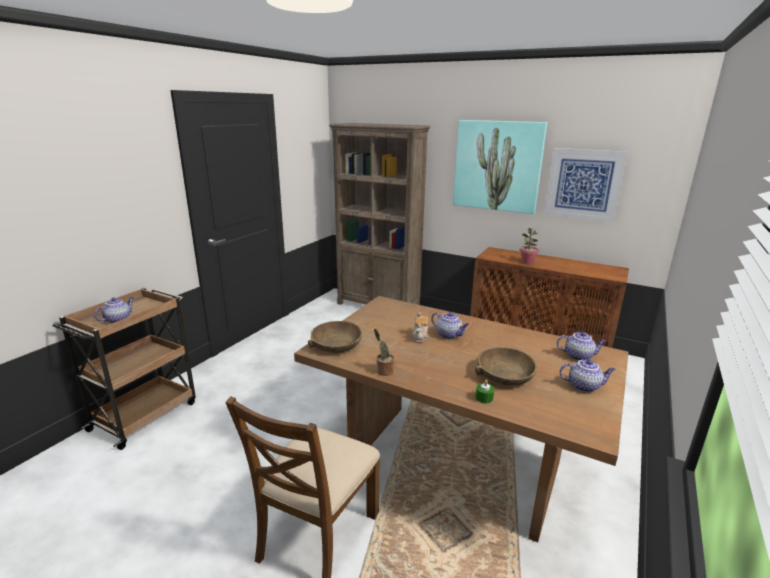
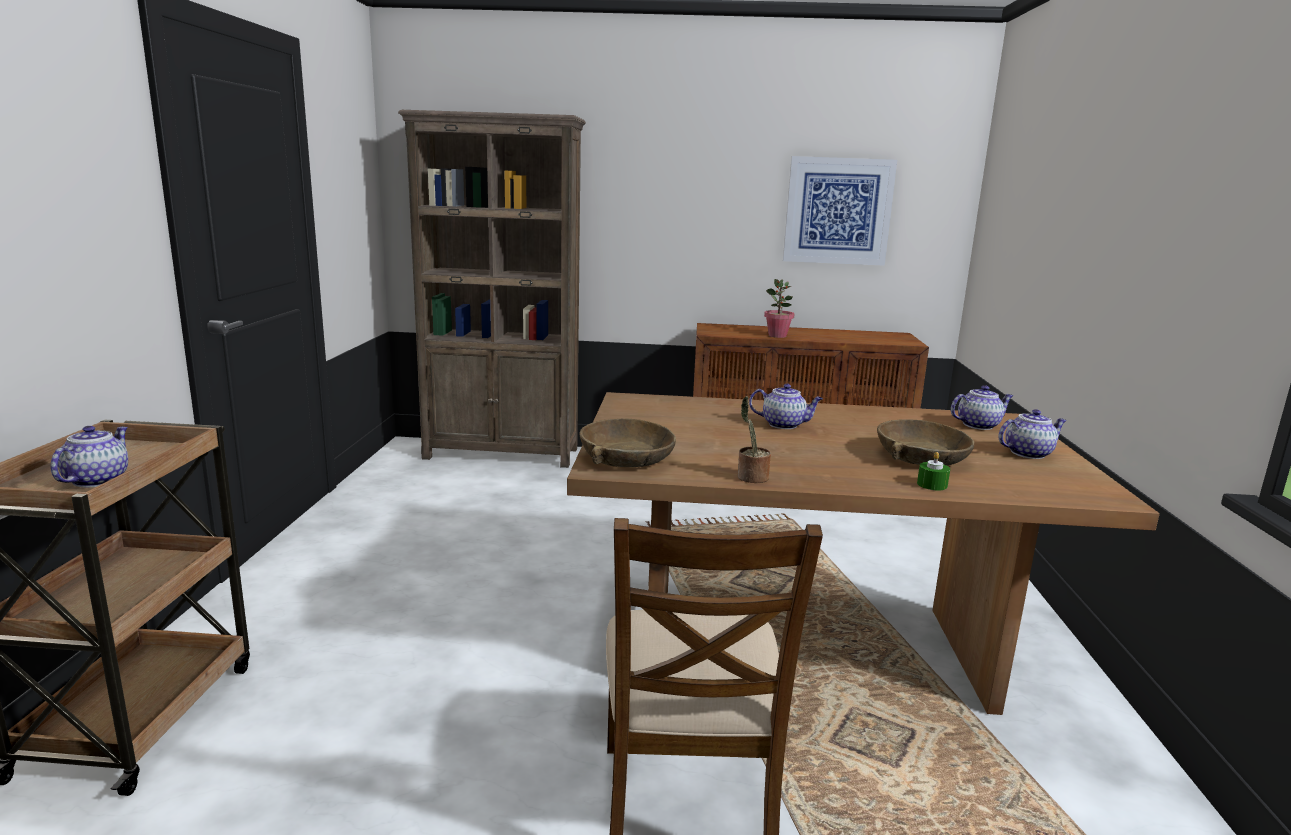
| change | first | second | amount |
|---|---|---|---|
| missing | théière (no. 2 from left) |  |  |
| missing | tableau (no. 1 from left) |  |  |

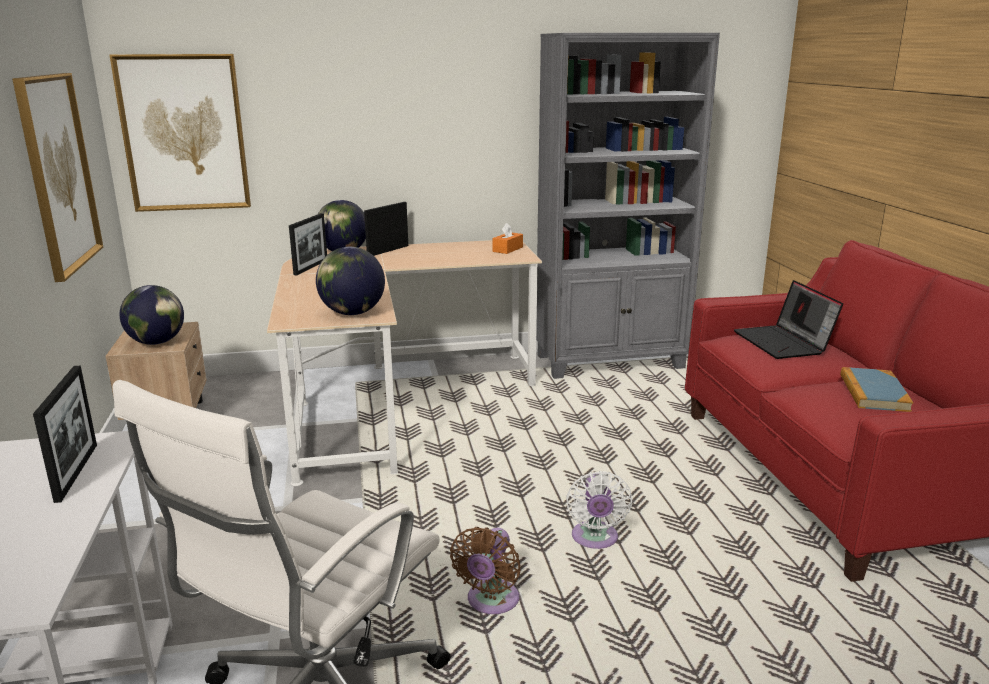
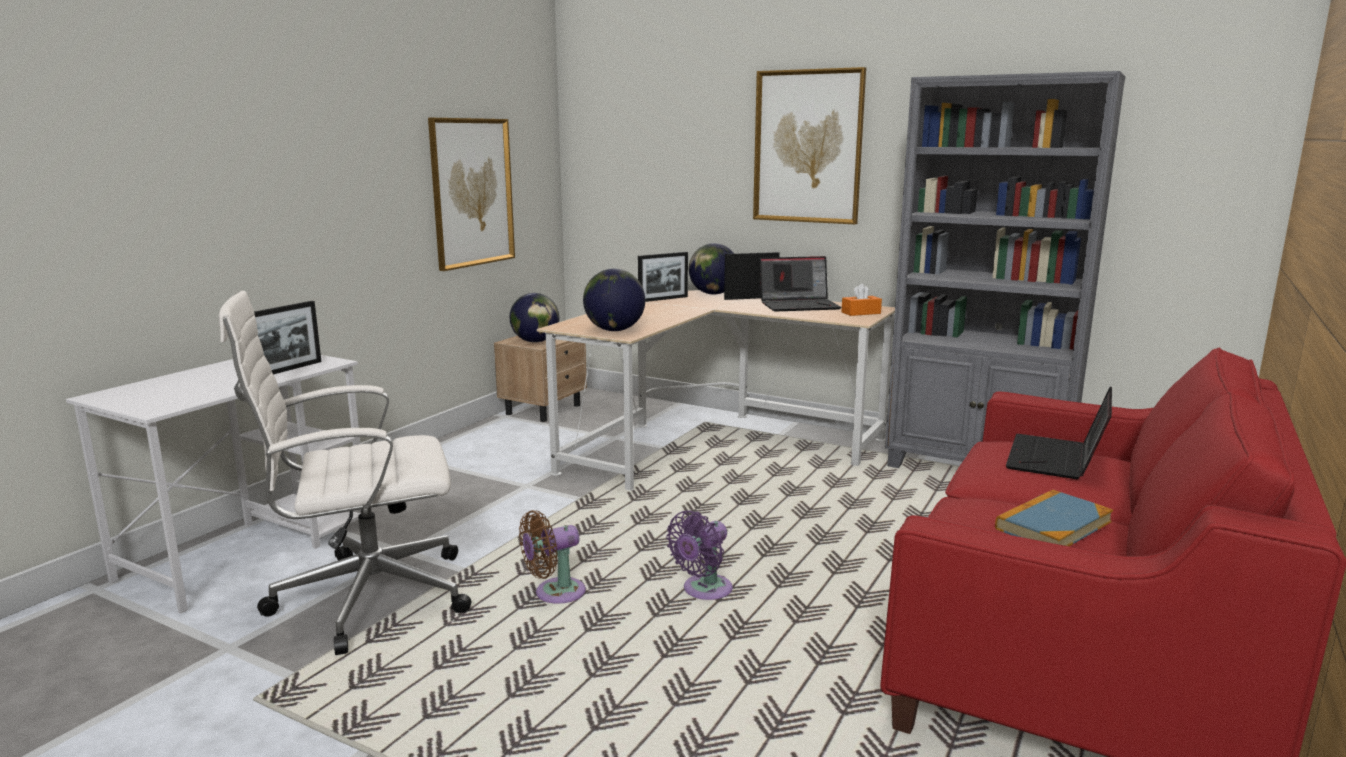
| change | first | second | amount |
|---|---|---|---|
| relocated | tableau (no. 2 from left) |  |  |
| colour | ventilateur (blanc) | ventilateur (violet) |  |
| appeared |  | ordinateur portable (no. 1 from left) |  |

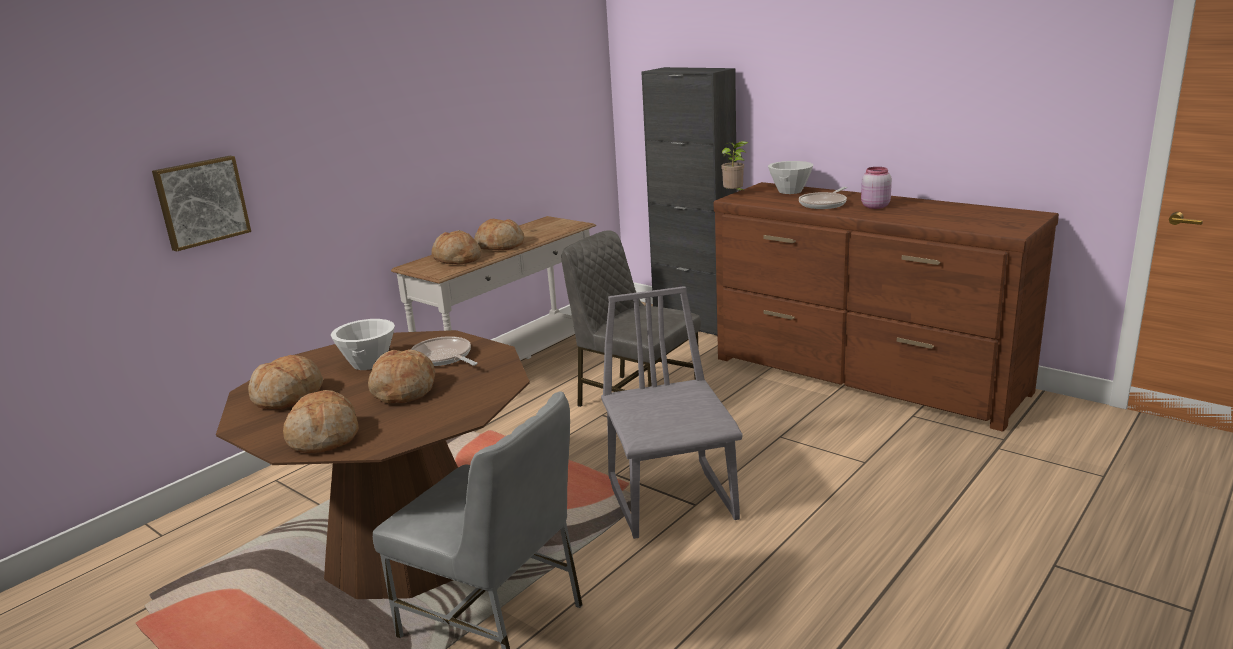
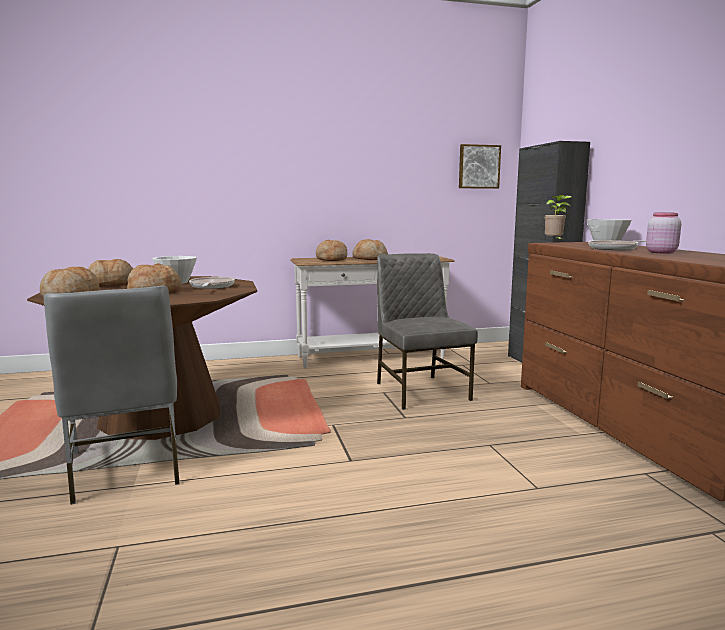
| change | first | second | amount |
|---|---|---|---|
| relocated | tableau |  |  |
| missing | chaise (gris) (no. 3 from left) |  |  |

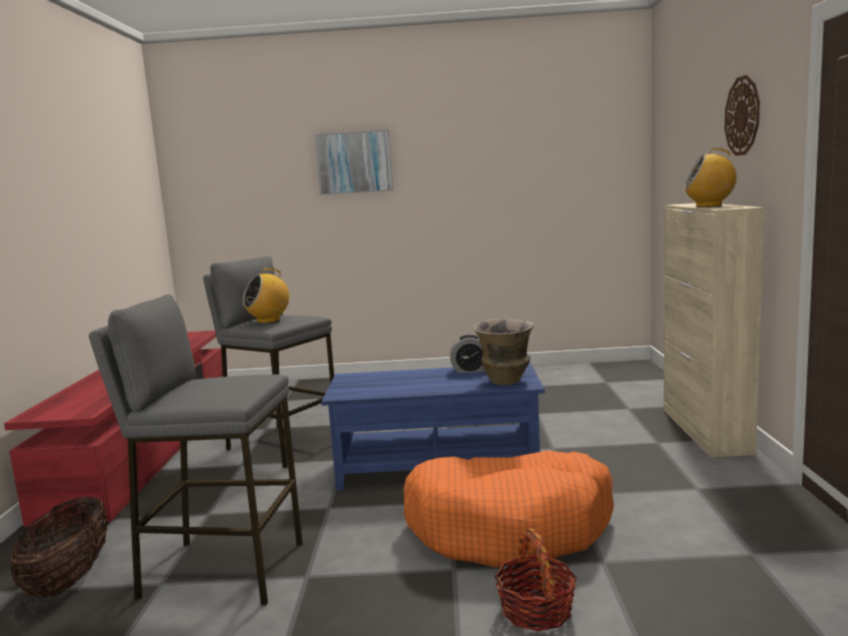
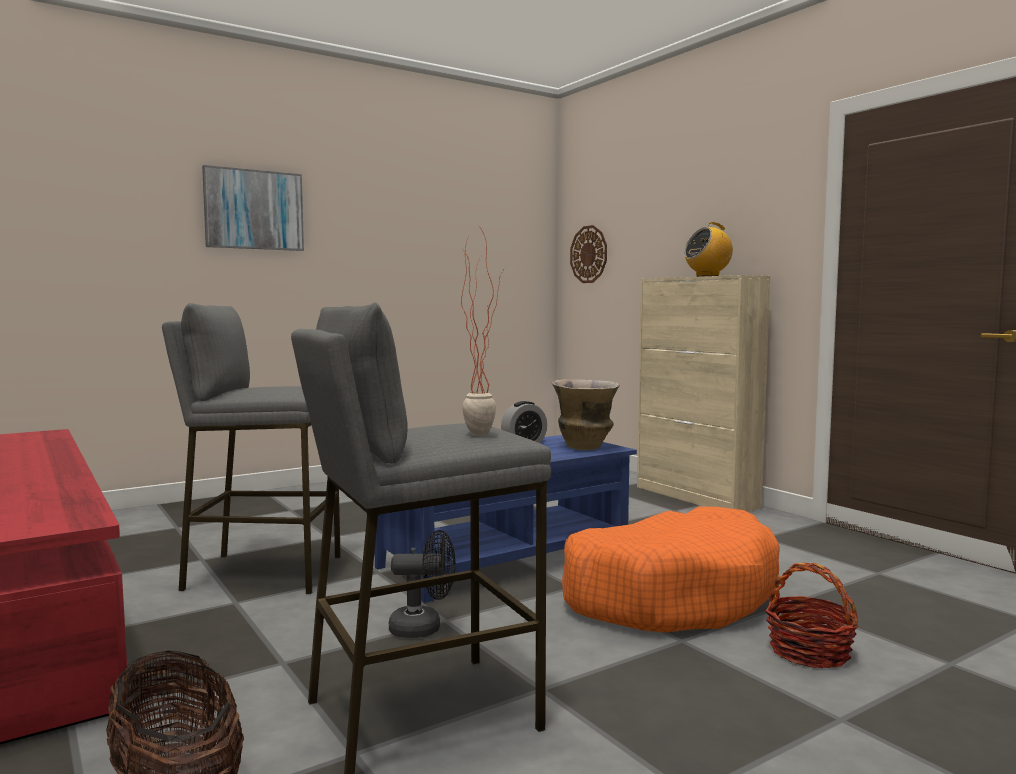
| change | first | second | amount |
|---|---|---|---|
| missing | radio (no. 1 from left) |  |  |
| relocated | horloge murale |  |  |
| appeared |  | ventilateur (noir) |  |
| appeared |  | plante en pot |  |

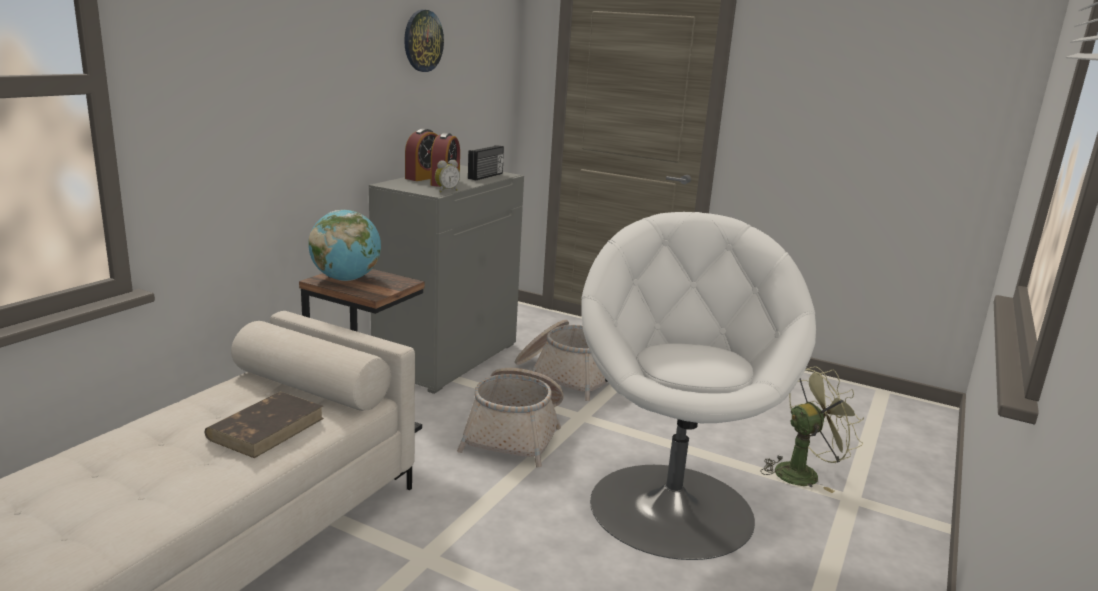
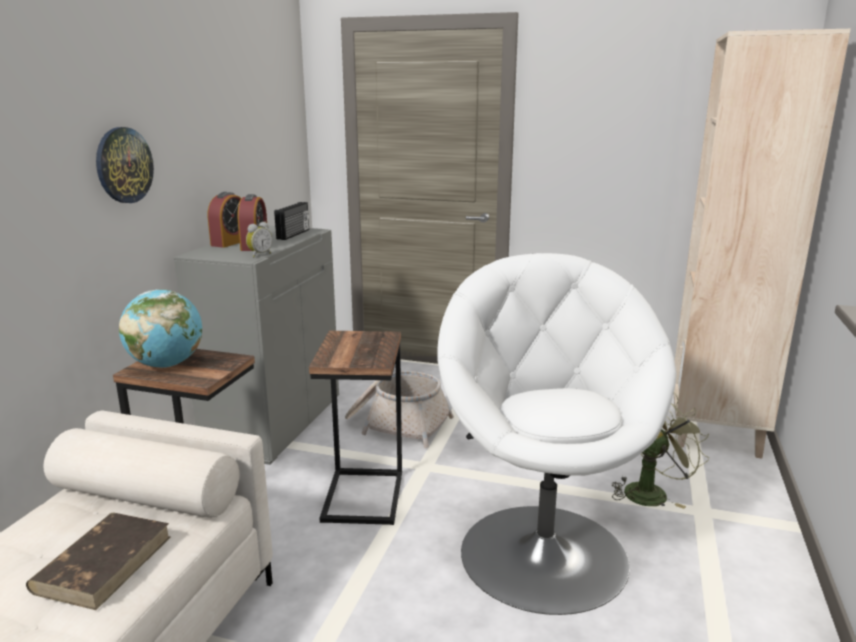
| change | first | second | amount |
|---|---|---|---|
| relocated | horloge murale |  |  |
| exchanged | panier (no. 1 from left) | table d'appoint (no. 2 from left) |  |
| appeared |  | bibliothèque (beige) |  |

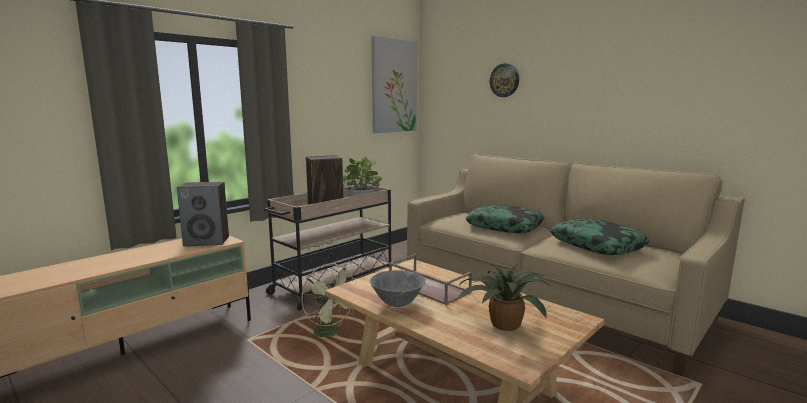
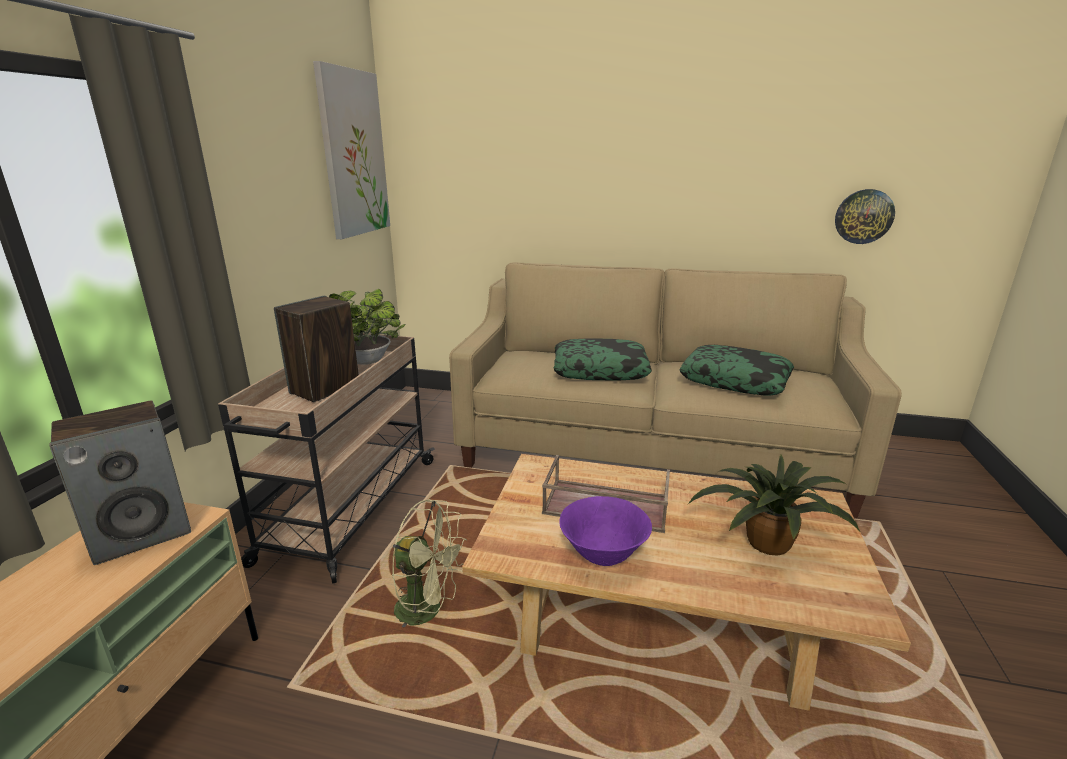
| change | first | second | amount |
|---|---|---|---|
| colour | bol (gris) | bol (violet) |  |
| relocated | horloge murale |  |  |

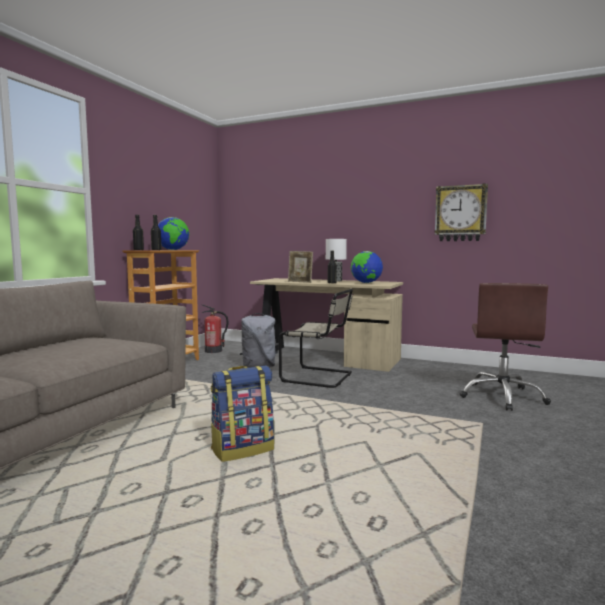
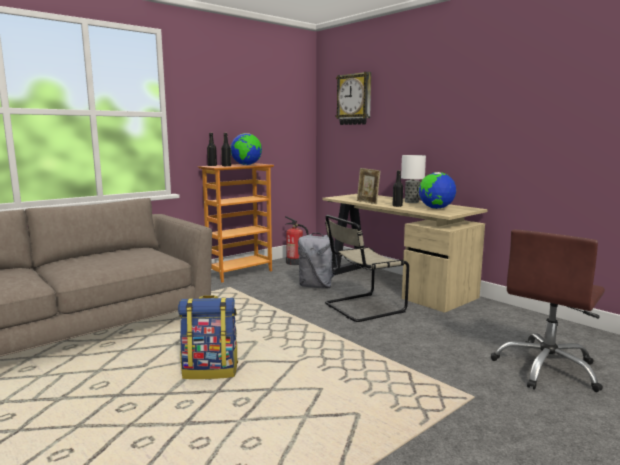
| change | first | second | amount |
|---|---|---|---|
| spun | chaise (beige) |  | 105 degrees clockwise |
| relocated | horloge murale |  |  |

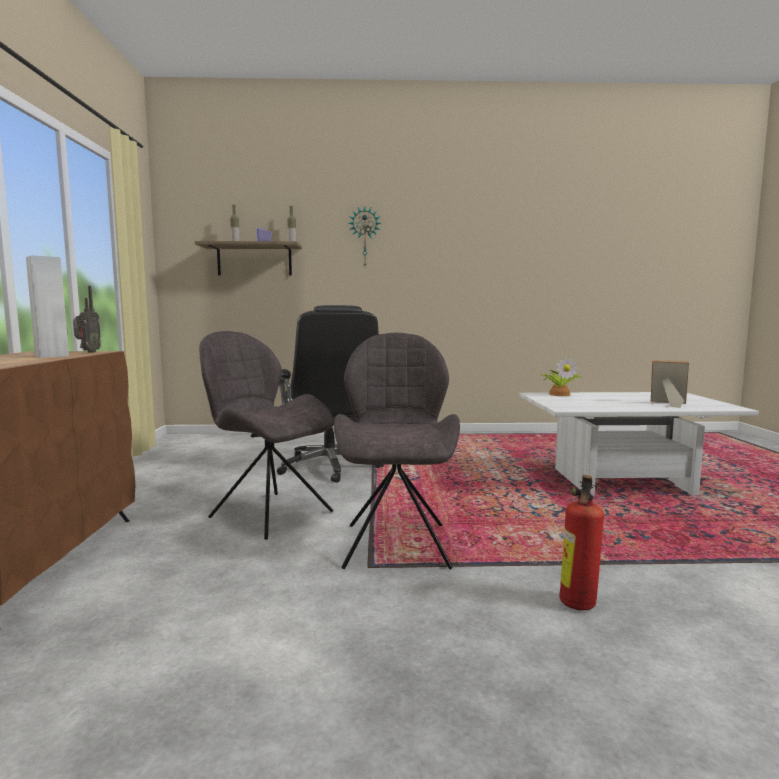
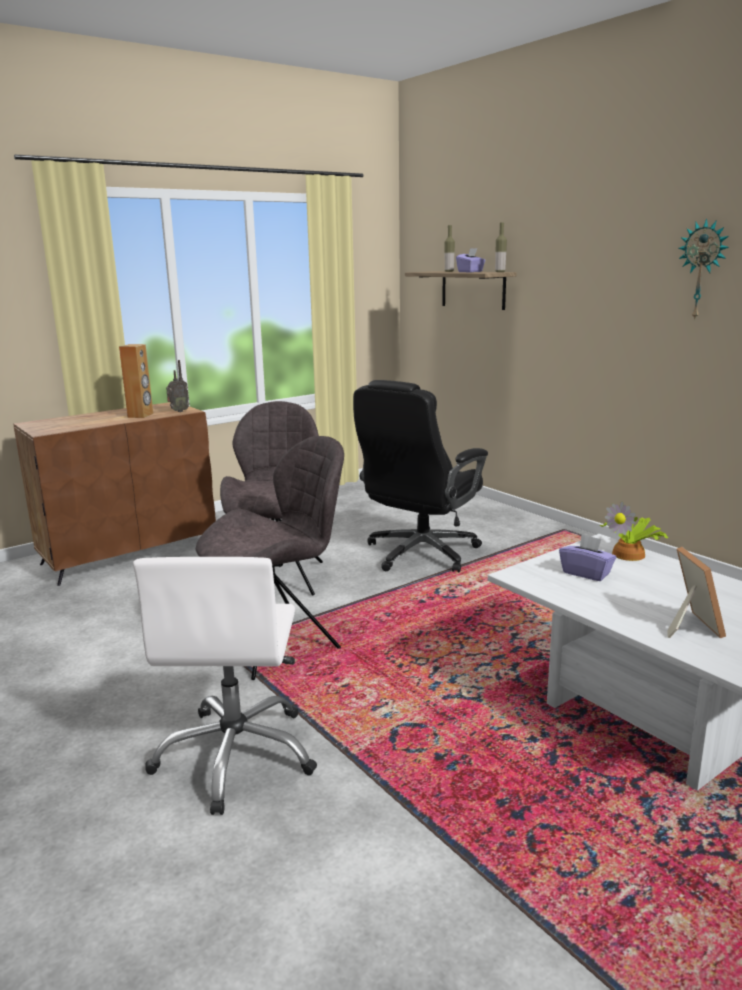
| change | first | second | amount |
|---|---|---|---|
| colour | enceinte (blanc) | enceinte (marron) |  |
| relocated | horloge murale |  |  |
| exchanged | extincteur | chaise de bureau (blanc) |  |
| appeared |  | boîte à mouchoirs (violet) (no. 2 from left) |  |

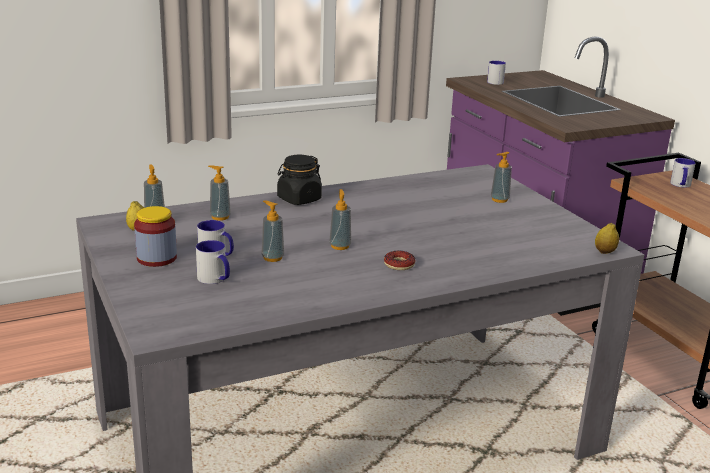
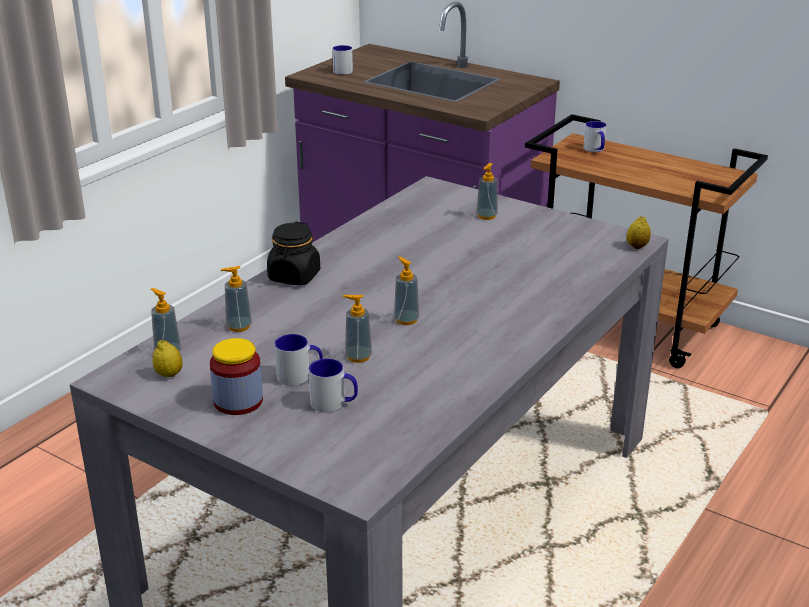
| change | first | second | amount |
|---|---|---|---|
| missing | beignet |  |  |

